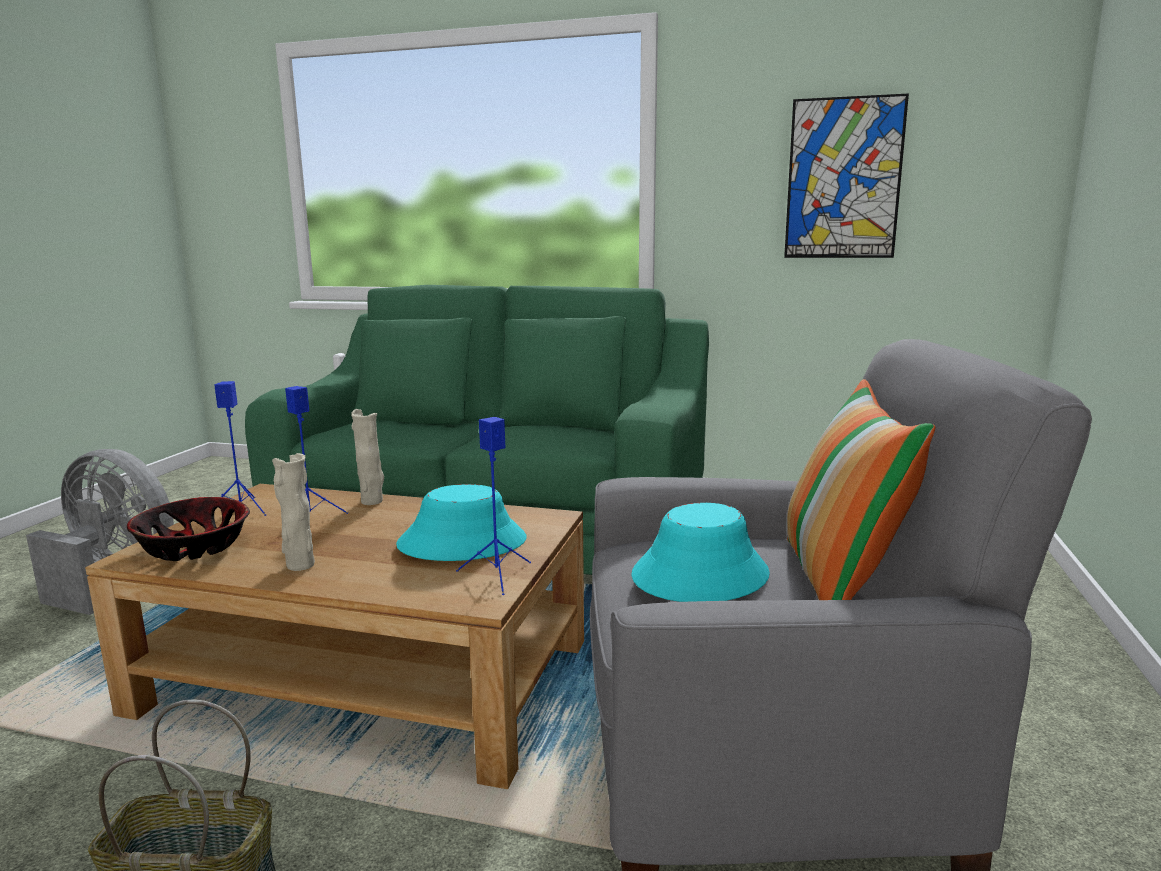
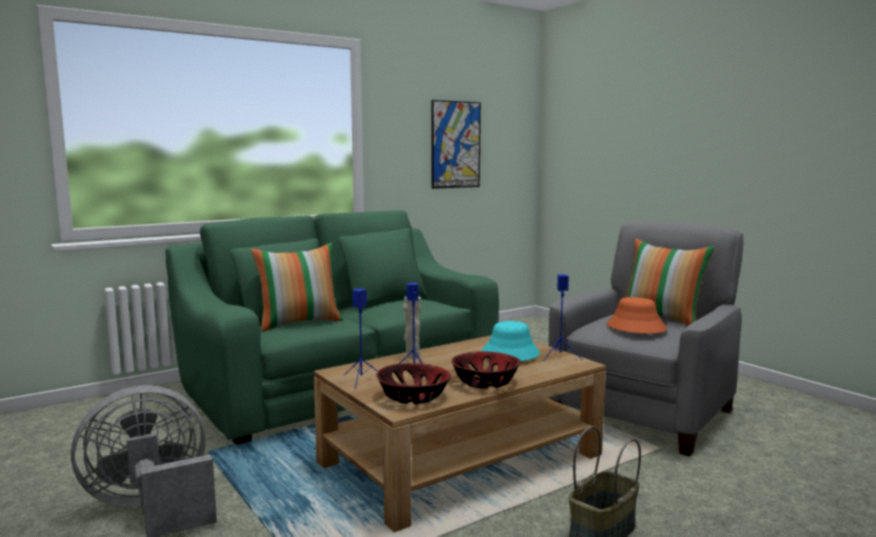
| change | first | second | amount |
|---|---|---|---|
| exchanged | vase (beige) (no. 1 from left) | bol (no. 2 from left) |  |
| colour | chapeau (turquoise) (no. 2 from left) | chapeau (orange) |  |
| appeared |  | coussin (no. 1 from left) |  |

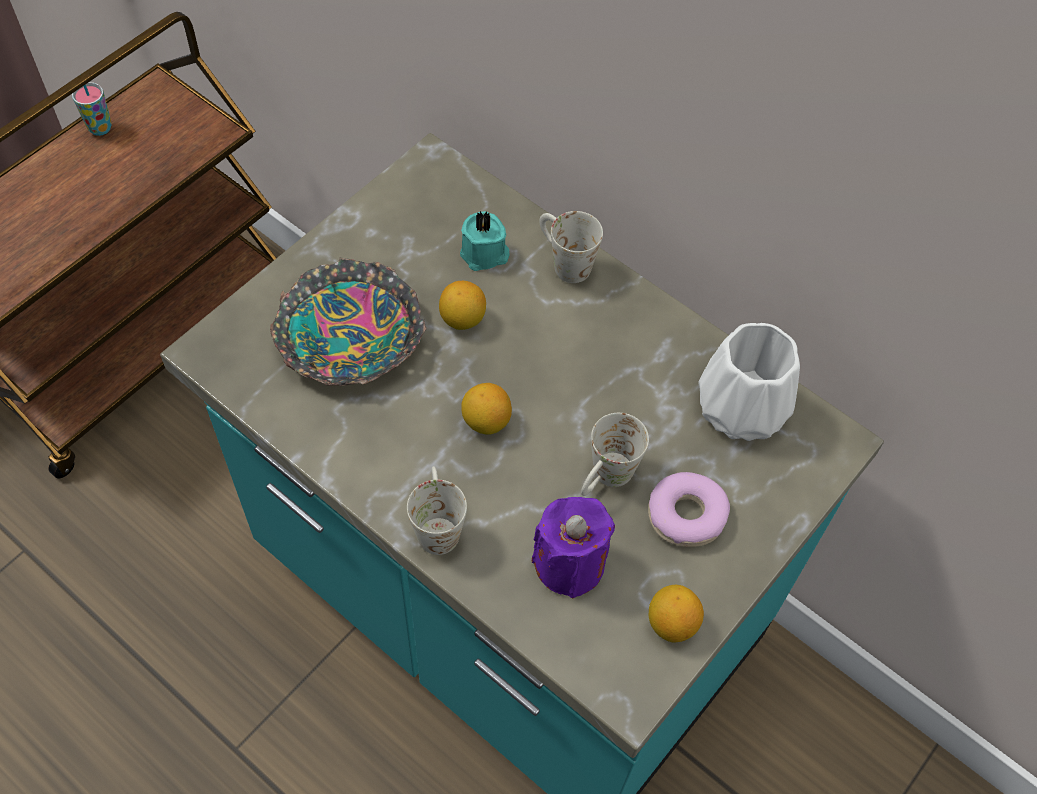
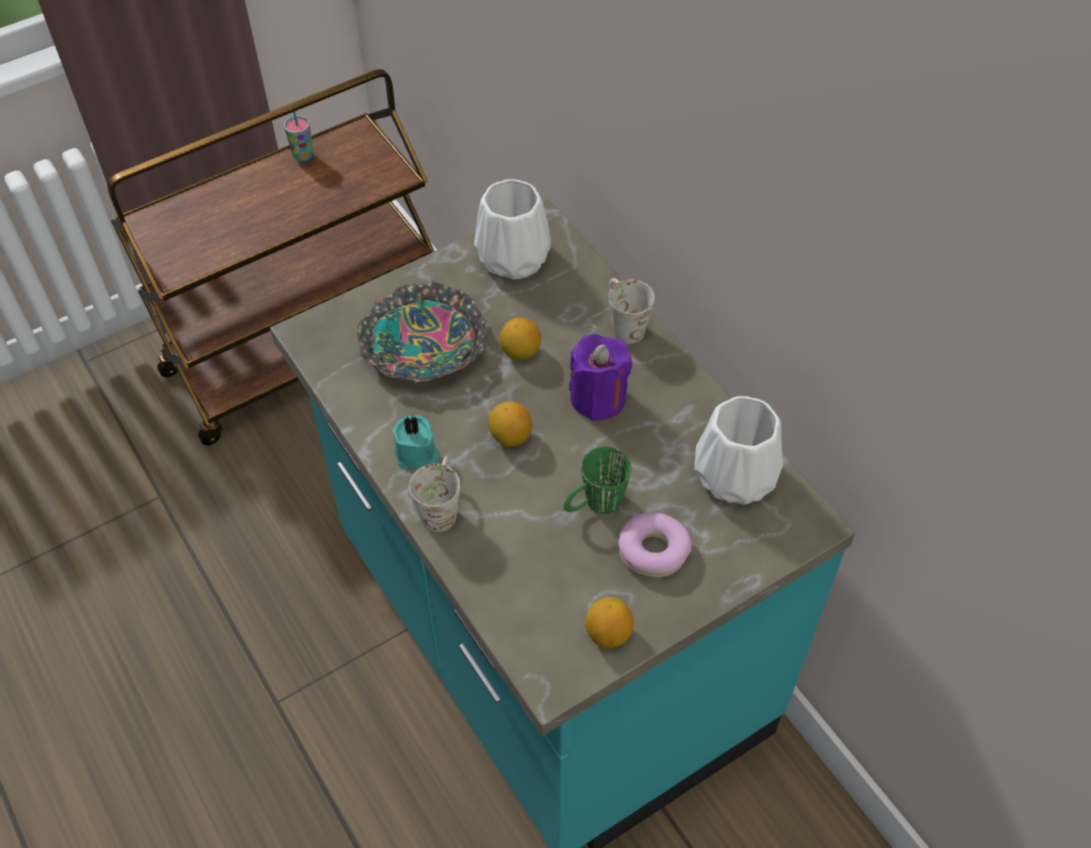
| change | first | second | amount |
|---|---|---|---|
| relocated | bougie (turquoise) |  |  |
| relocated | bougie (violet) |  |  |
| colour | mug (blanc) (no. 3 from left) | mug (vert) |  |
| appeared |  | vase (blanc) (no. 1 from left) |  |

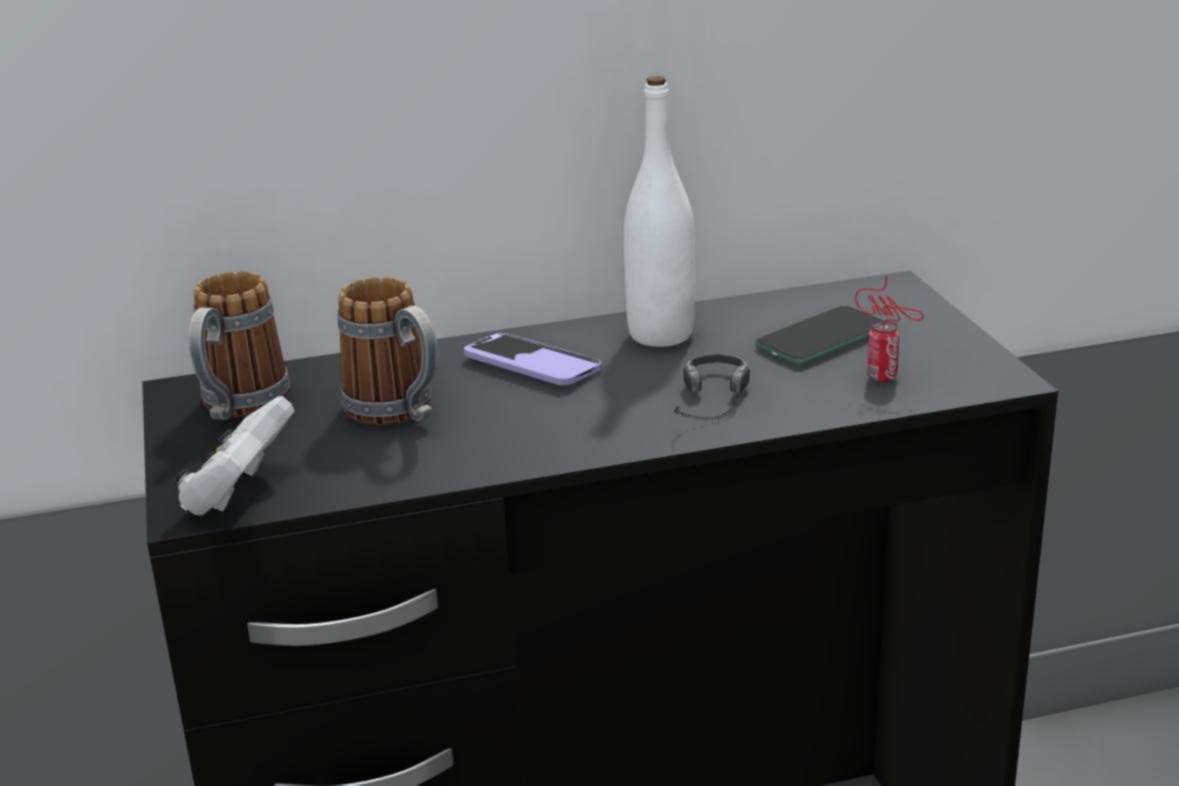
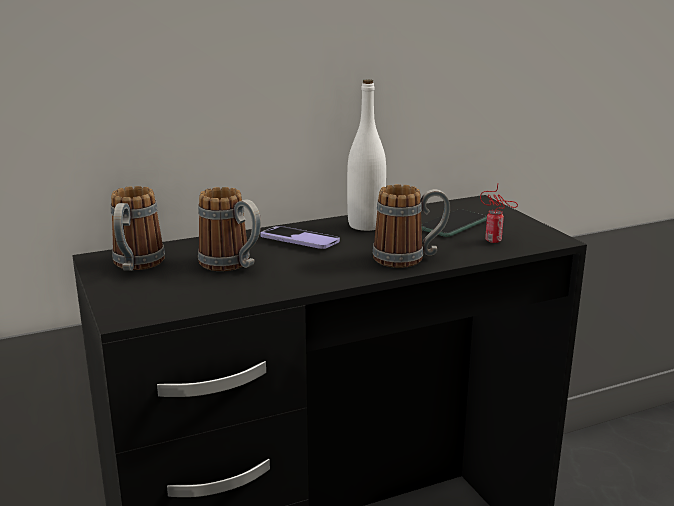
| change | first | second | amount |
|---|---|---|---|
| missing | manette (blanc) |  |  |
| exchanged | casque audio | mug (no. 3 from left) |  |

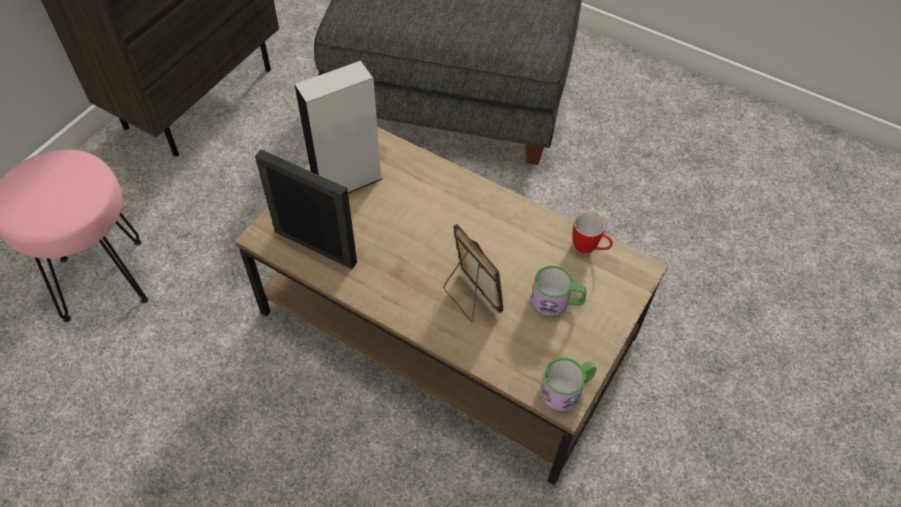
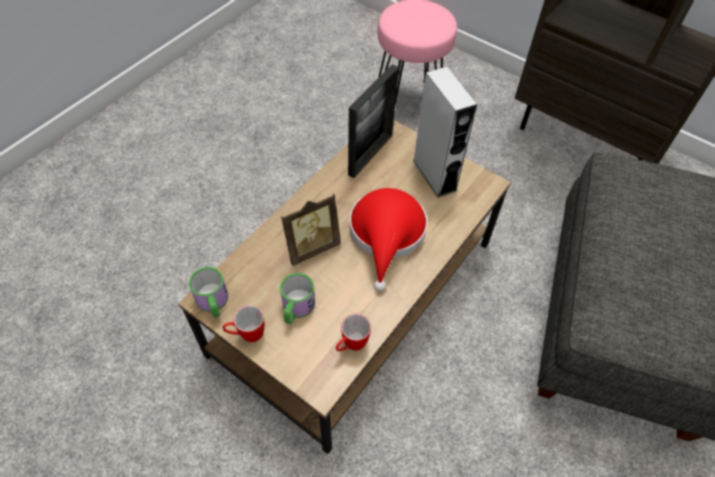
| change | first | second | amount |
|---|---|---|---|
| appeared |  | mug (no. 2 from left) |  |
| appeared |  | chapeau (rouge) |  |

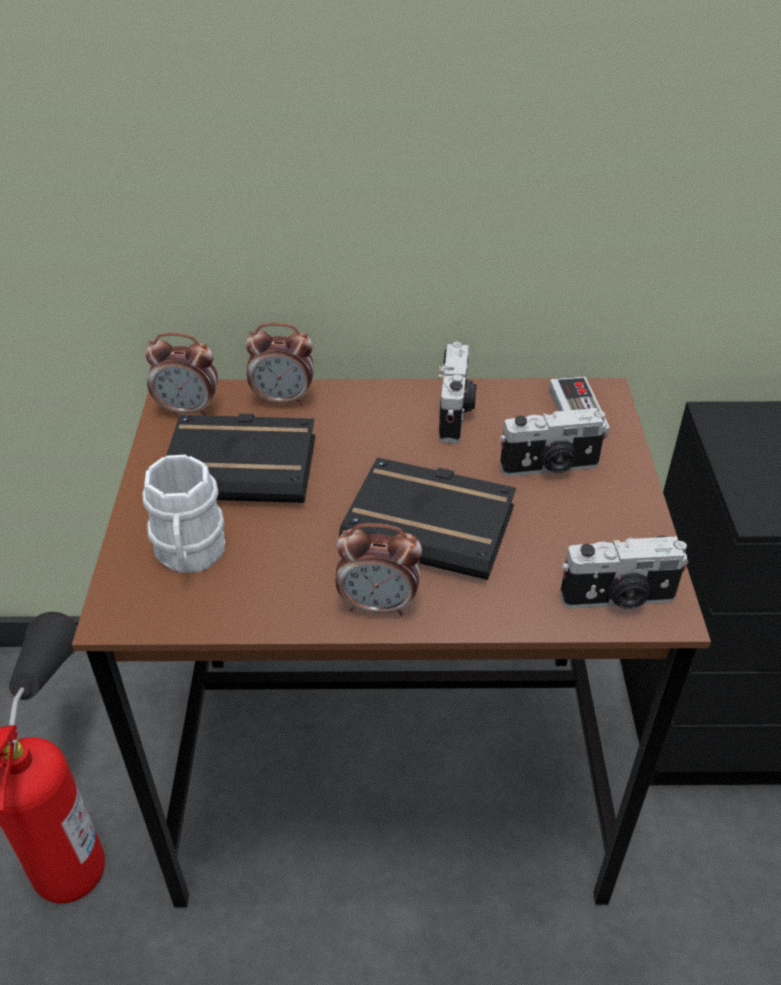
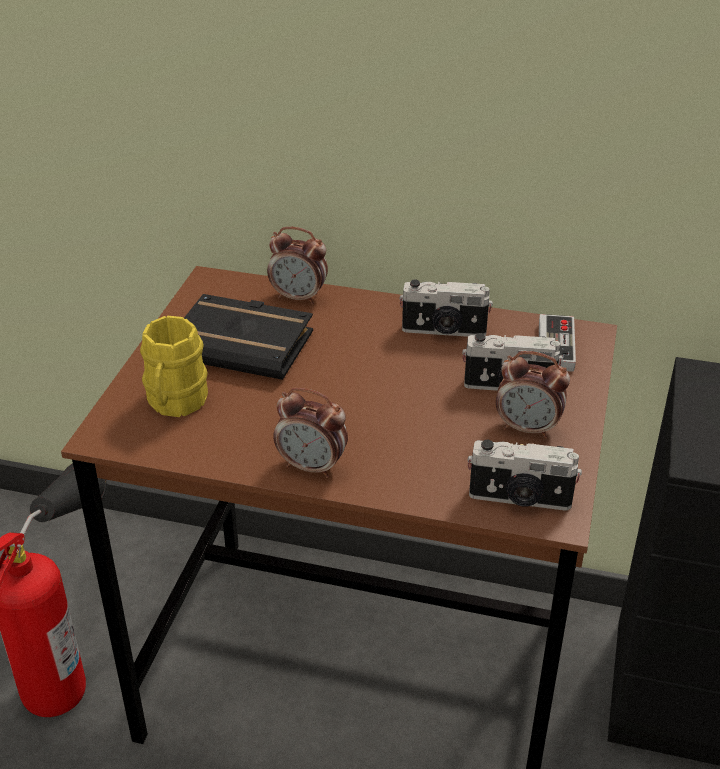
| change | first | second | amount |
|---|---|---|---|
| colour | mug (blanc) | mug (jaune) |  |
| relocated | réveil (no. 1 from left in the first image) | réveil (no. 3 from left) |  |
| missing | livre (noir) (no. 2 from left) |  |  |
| spun | appareil photo (no. 1 from left) |  | 75 degrees clockwise |

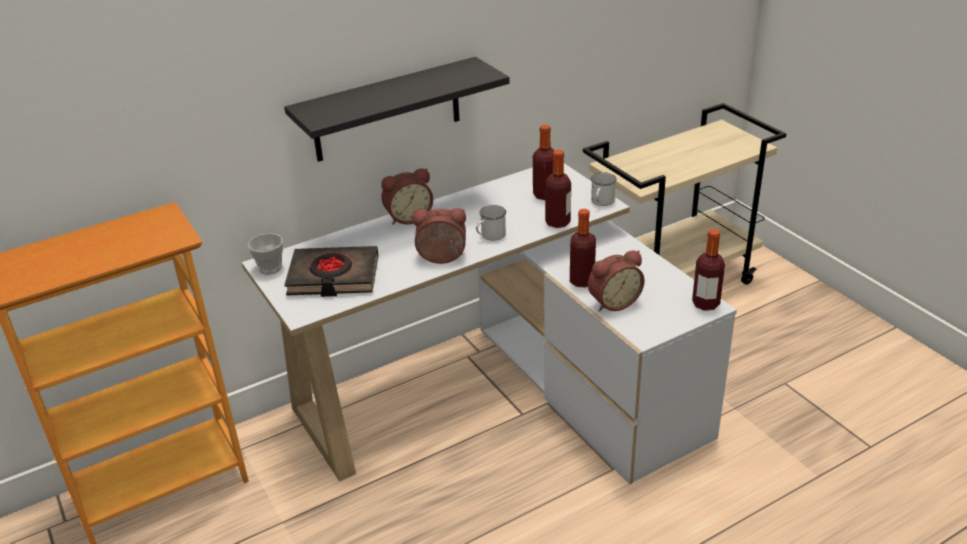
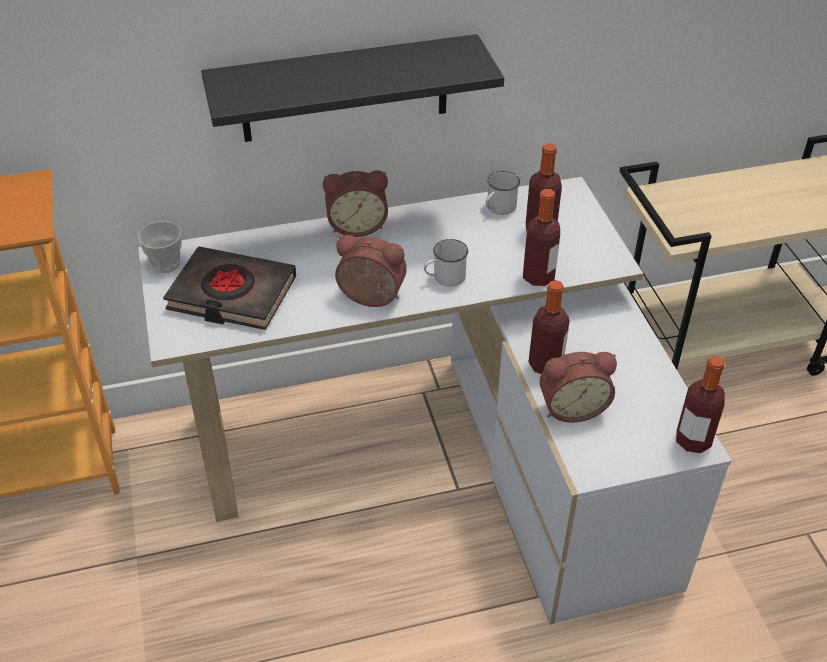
| change | first | second | amount |
|---|---|---|---|
| relocated | mug (blanc) (no. 2 from left) |  |  |

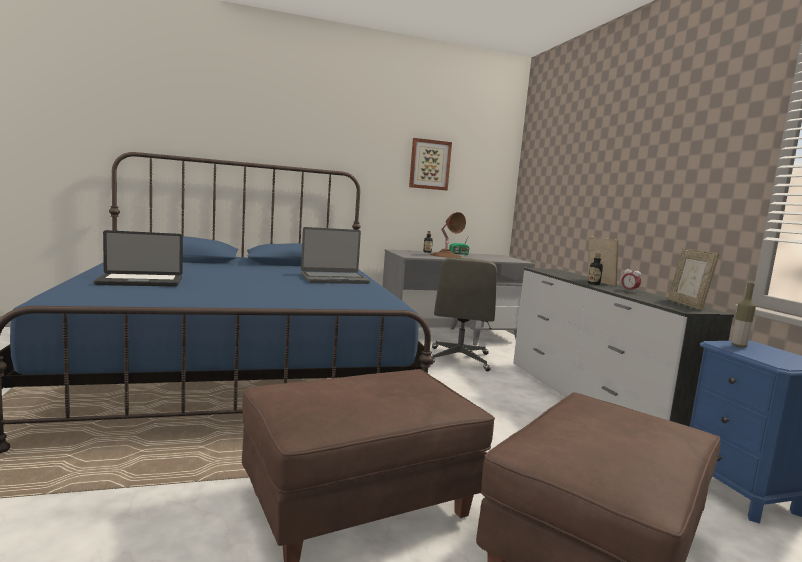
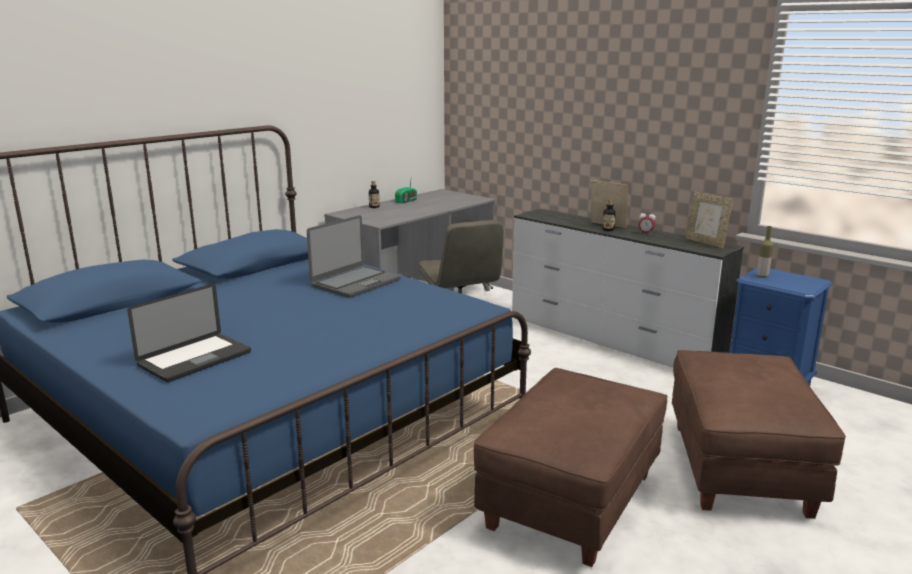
| change | first | second | amount |
|---|---|---|---|
| missing | tableau |  |  |
| missing | lampe de table (marron) |  |  |

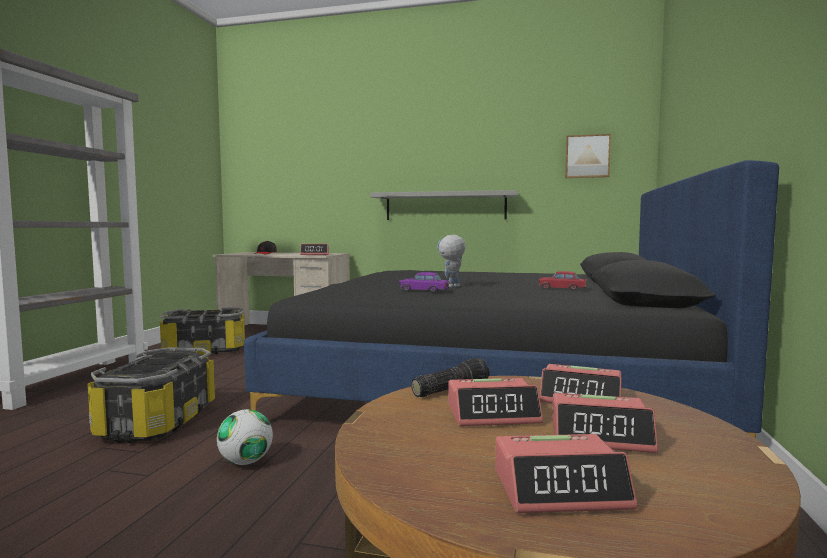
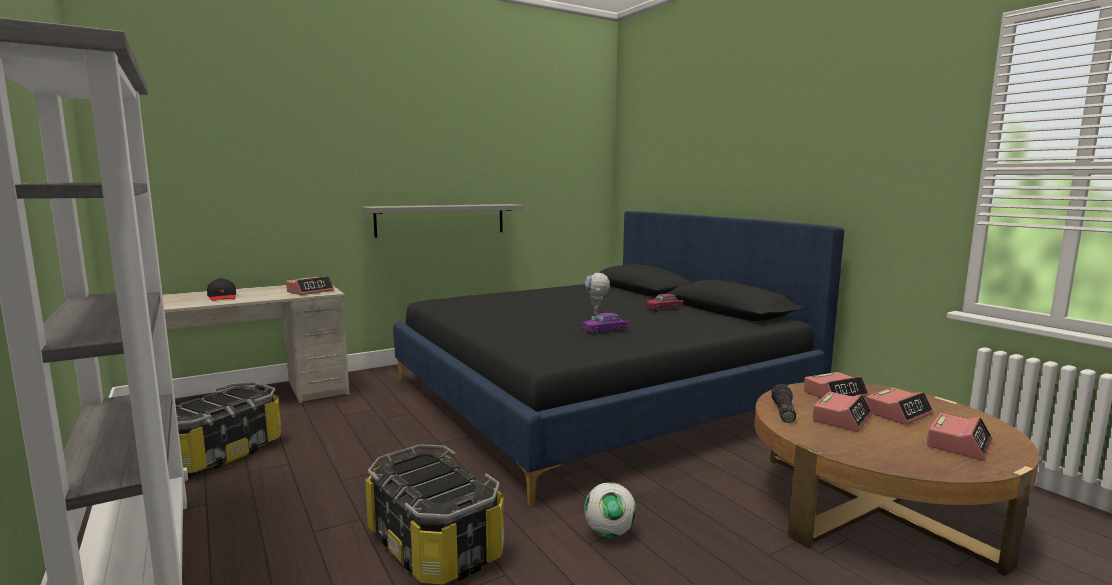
| change | first | second | amount |
|---|---|---|---|
| missing | tableau |  |  |

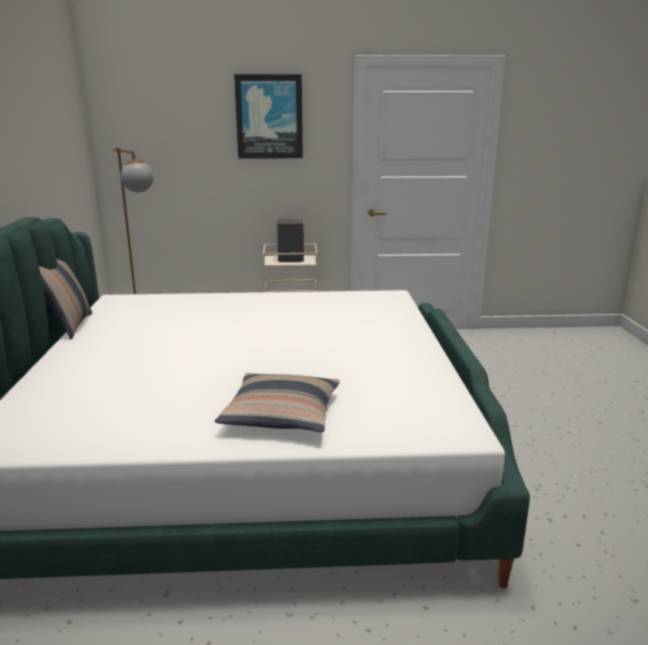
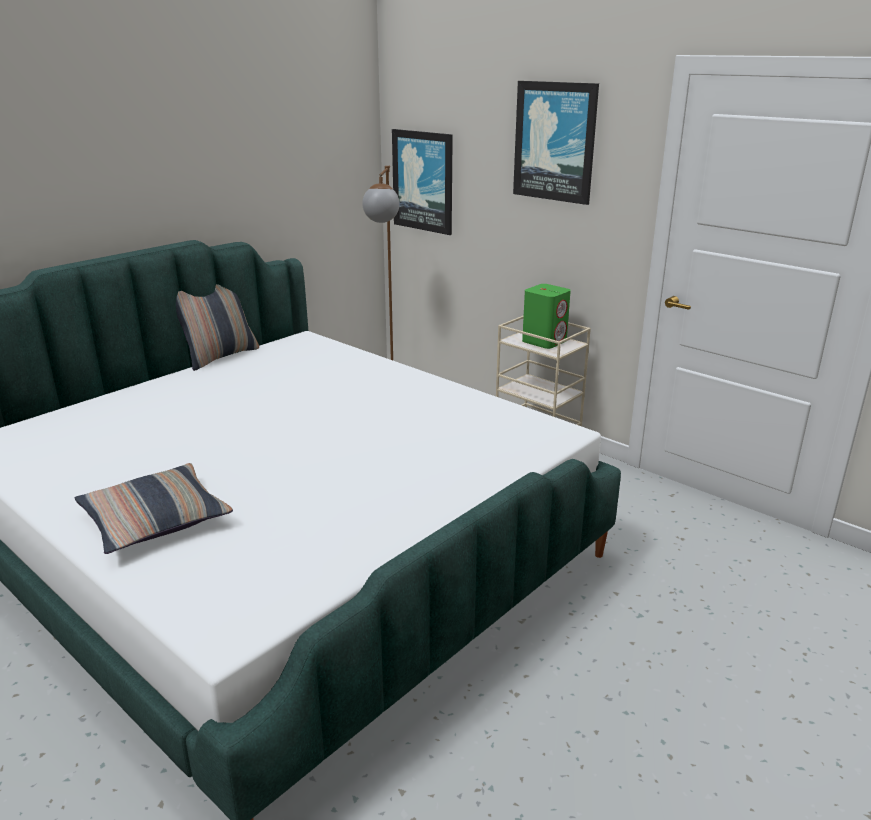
| change | first | second | amount |
|---|---|---|---|
| colour | enceinte (gris) | enceinte (vert) |  |
| appeared |  | tableau (no. 1 from left) |  |

